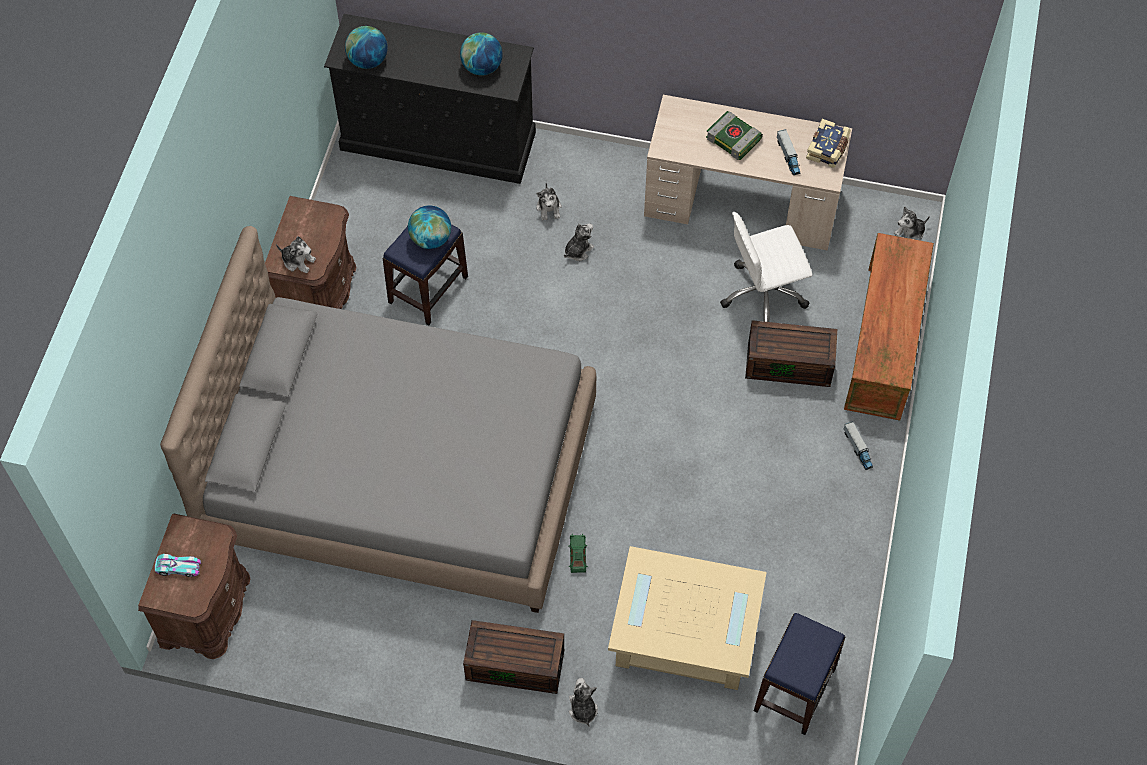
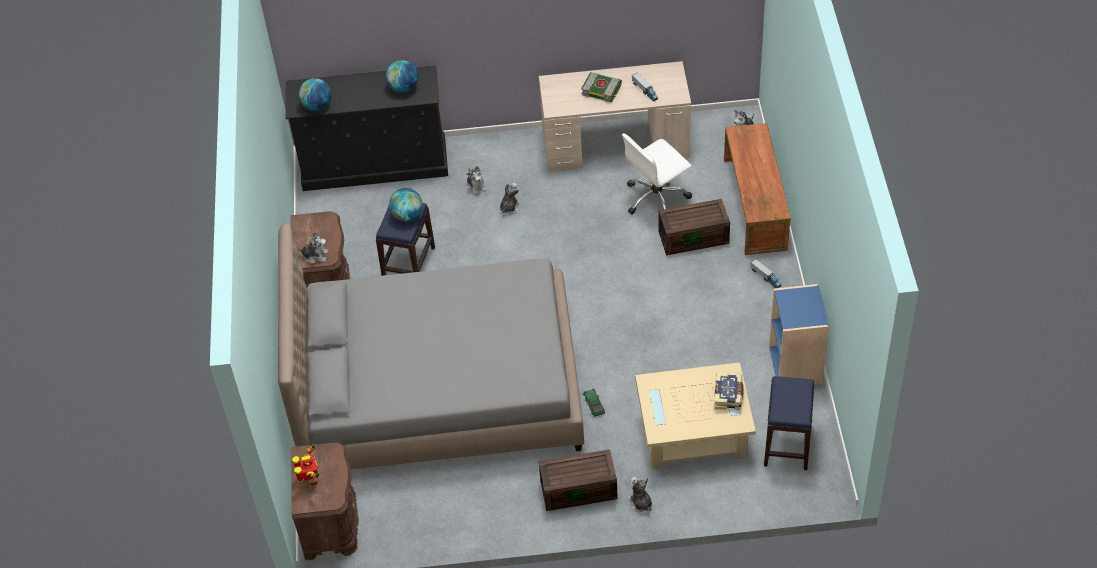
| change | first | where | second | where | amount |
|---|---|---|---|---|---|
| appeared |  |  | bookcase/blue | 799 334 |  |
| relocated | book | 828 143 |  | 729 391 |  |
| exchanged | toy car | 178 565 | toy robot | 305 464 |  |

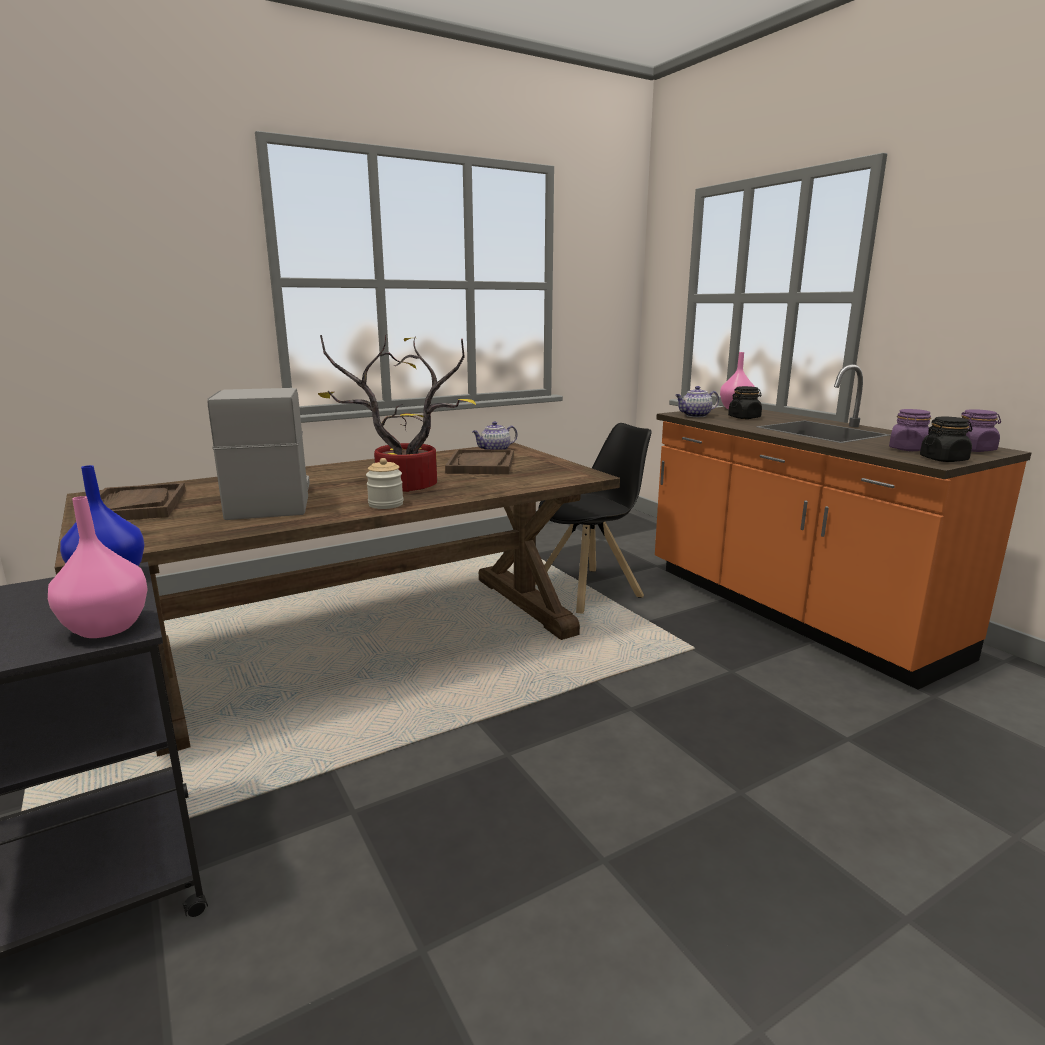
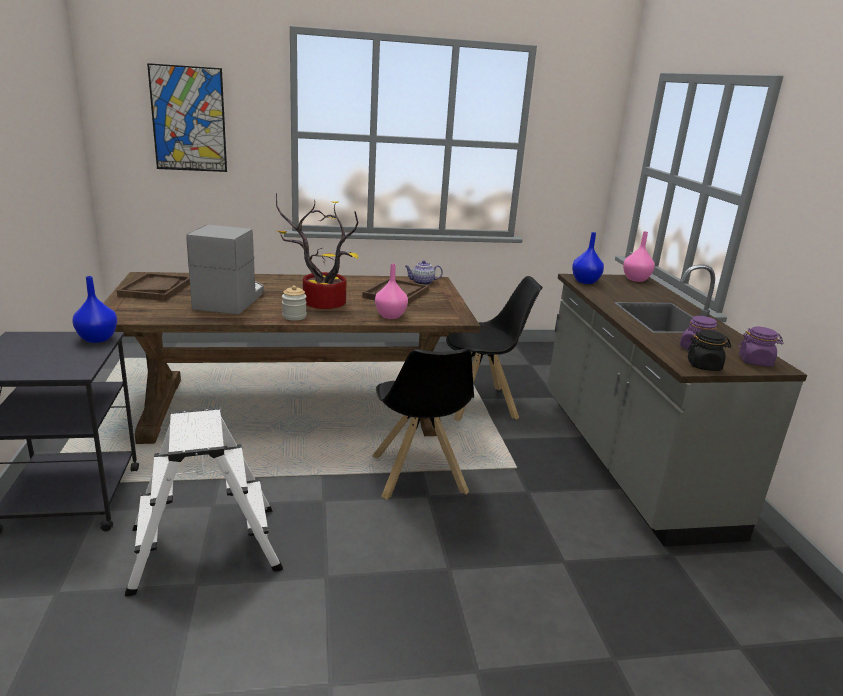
| change | first | where | second | where | amount |
|---|---|---|---|---|---|
| missing | jar/black | 745 402 |  |  |  |
| appeared |  |  | step ladder/white | 204 502 |  |
| appeared |  |  | picture | 187 117 |  |
| appeared |  |  | chair/black | 423 424 |  |
| relocated | vase/pink | 98 567 |  | 391 291 |  |
| exchanged | teapot | 697 401 | vase/blue | 588 258 |  |
| colour | counter/orange | 843 527 | counter/grey | 677 405 |  |

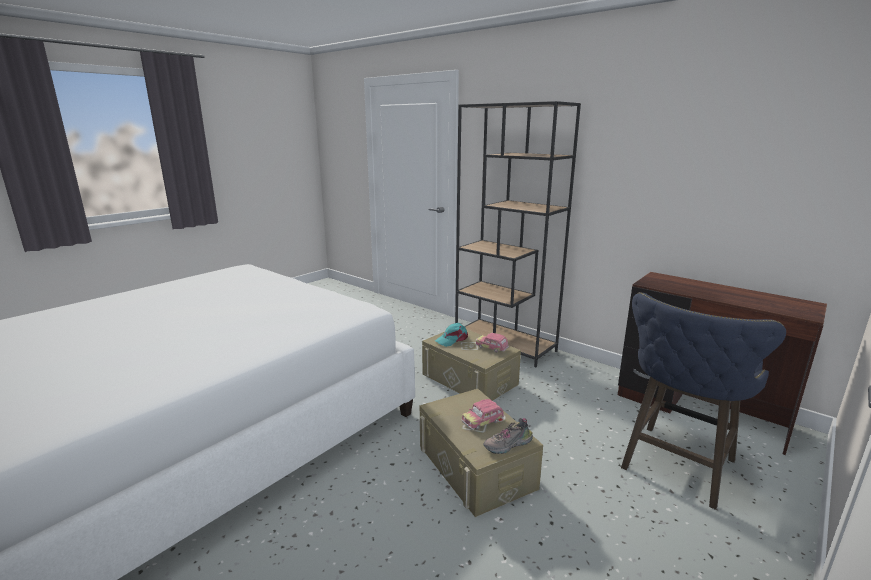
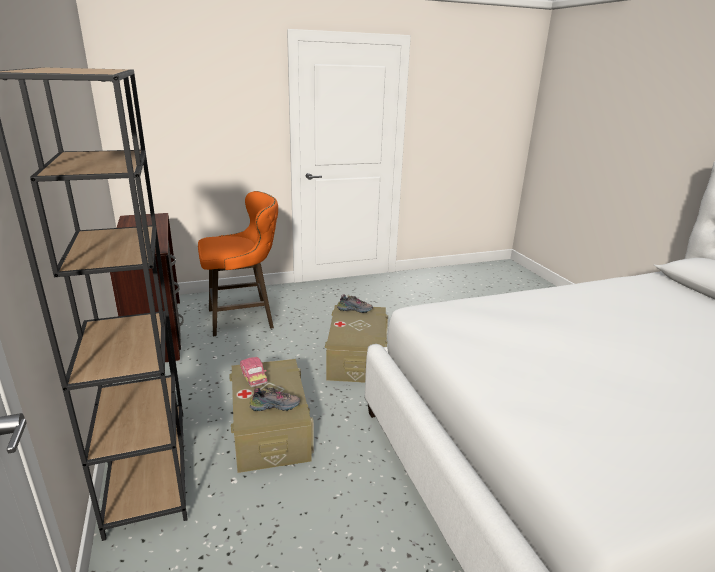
| change | first | where | second | where | amount |
|---|---|---|---|---|---|
| missing | toy car | 482 414 |  |  |  |
| exchanged | cap/turquoise | 451 335 | shoe | 274 399 |  |
| colour | stool/blue | 703 401 | stool/orange | 238 263 |  |

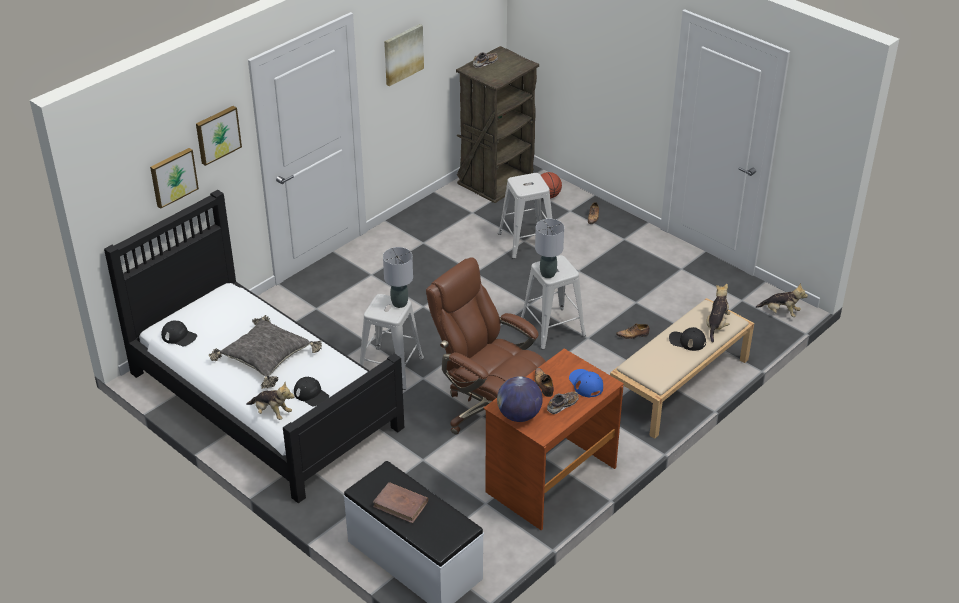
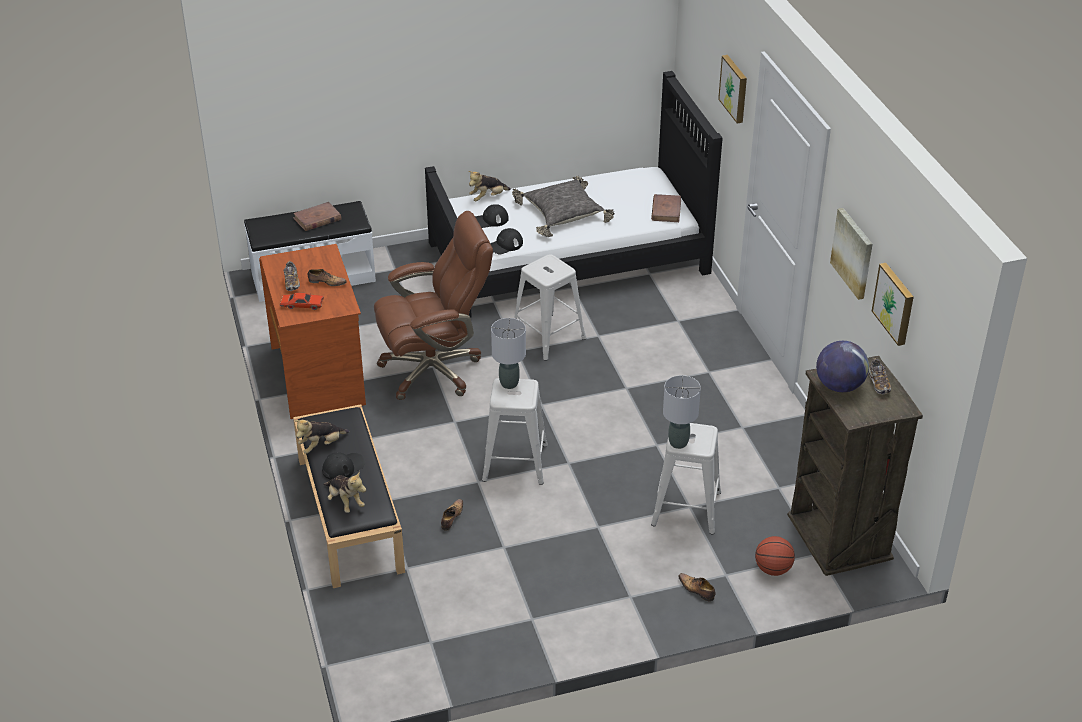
| change | first | where | second | where | amount |
|---|---|---|---|---|---|
| appeared |  |  | book/brown | 666 208 |  |
| relocated | picture | 174 178 |  | 893 304 |  |
| relocated | cap/black | 179 333 |  | 506 241 |  |
| relocated | table lamp/grey | 398 277 |  | 682 412 |  |
| relocated | globe | 520 399 |  | 842 366 |  |
| relocated | plush toy | 781 300 |  | 321 437 |  |
| exchanged | cap/blue | 586 383 | toy car/red | 302 301 |  |
| colour | bench/beige | 682 368 | bench/black | 349 496 |  |

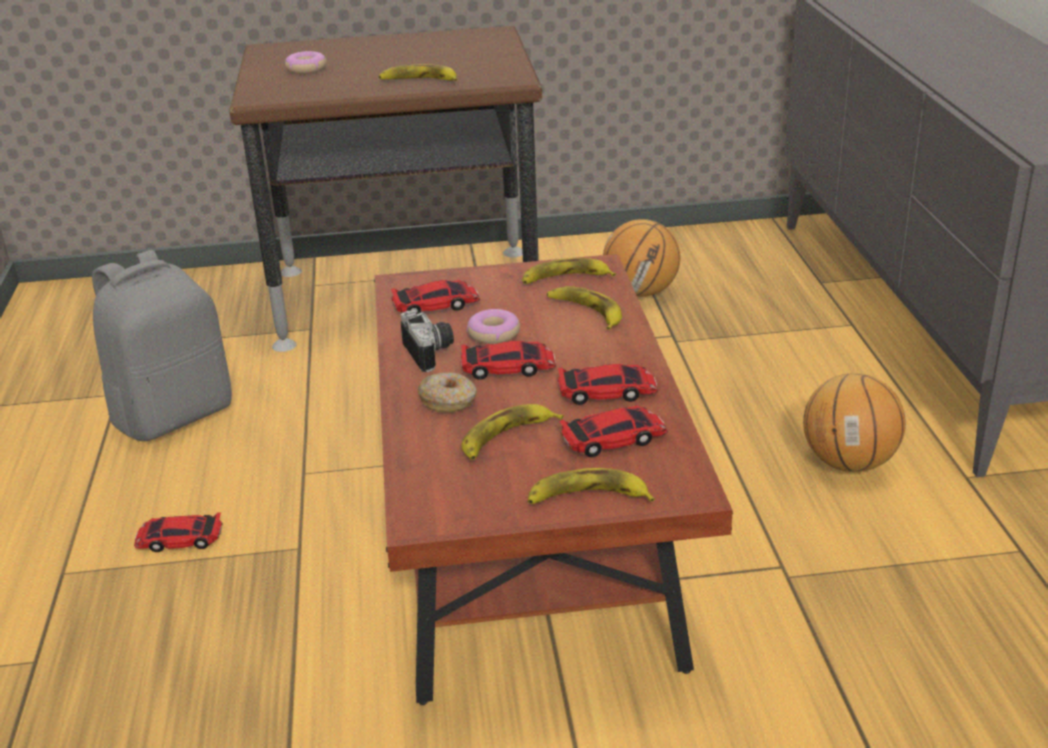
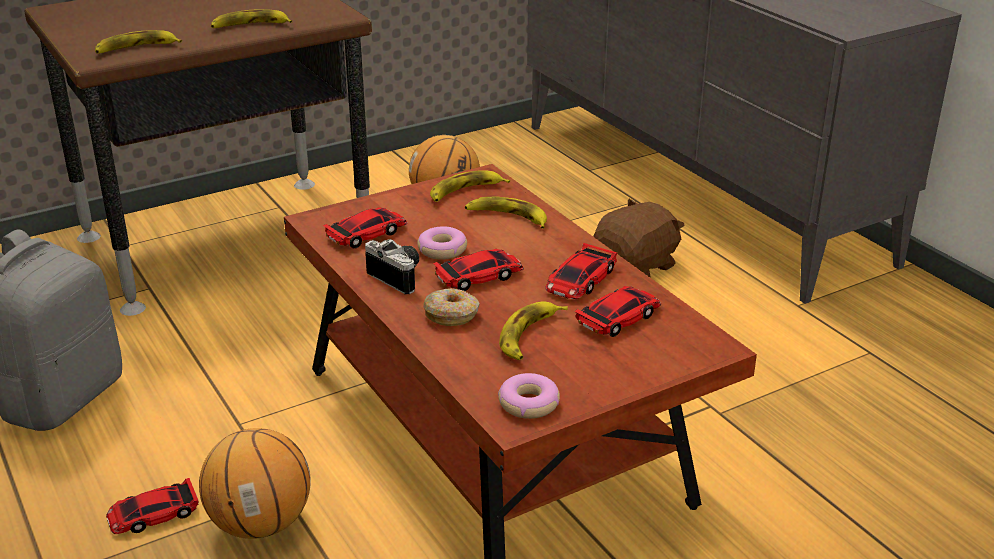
| change | first | where | second | where | amount |
|---|---|---|---|---|---|
| appeared |  |  | plush toy/brown | 639 238 |  |
| relocated | donut | 306 62 |  | 529 396 |  |
| relocated | banana | 591 486 |  | 138 42 |  |
| relocated | basketball | 854 422 |  | 255 483 |  |
| spun | toy car | 608 384 |  | 581 271 | 150 degrees clockwise |

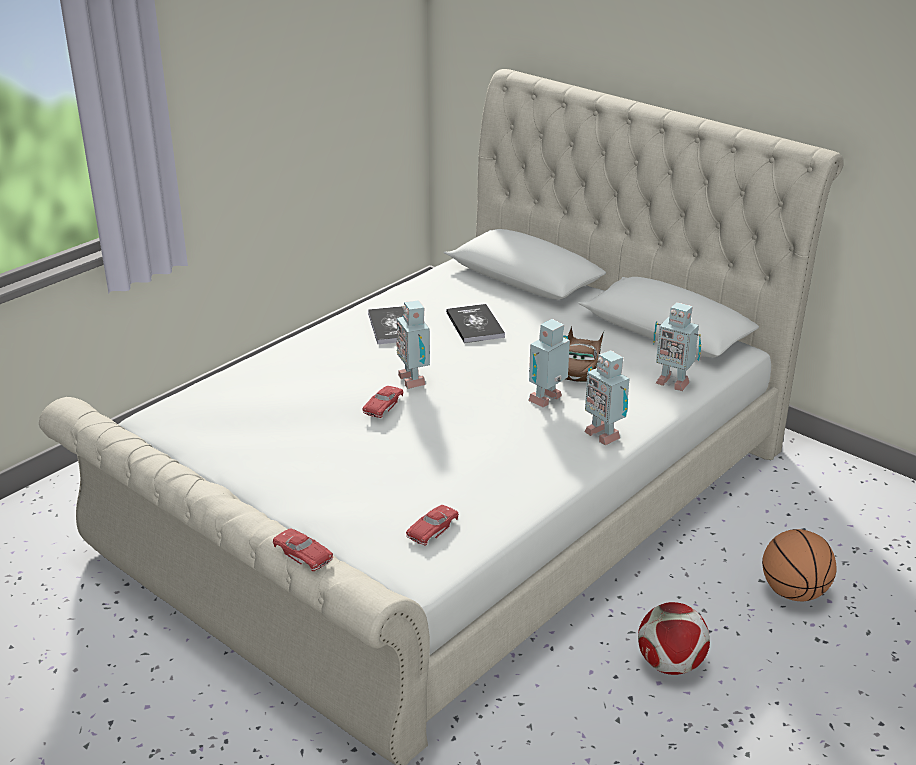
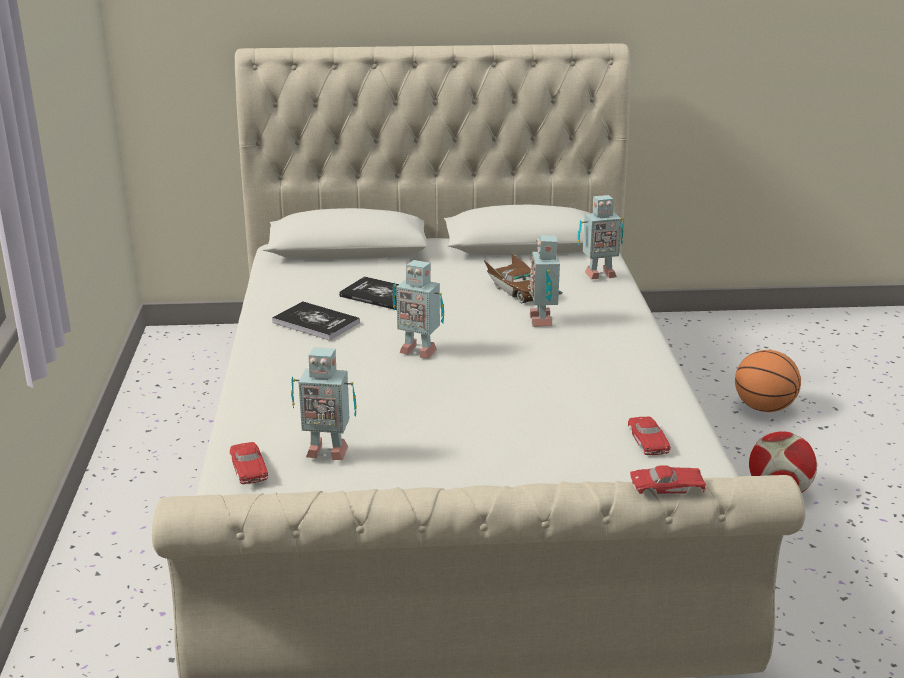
| change | first | where | second | where | amount |
|---|---|---|---|---|---|
| relocated | toy car/red | 383 402 |  | 249 463 |  |
| relocated | toy robot | 607 397 |  | 324 403 |  |

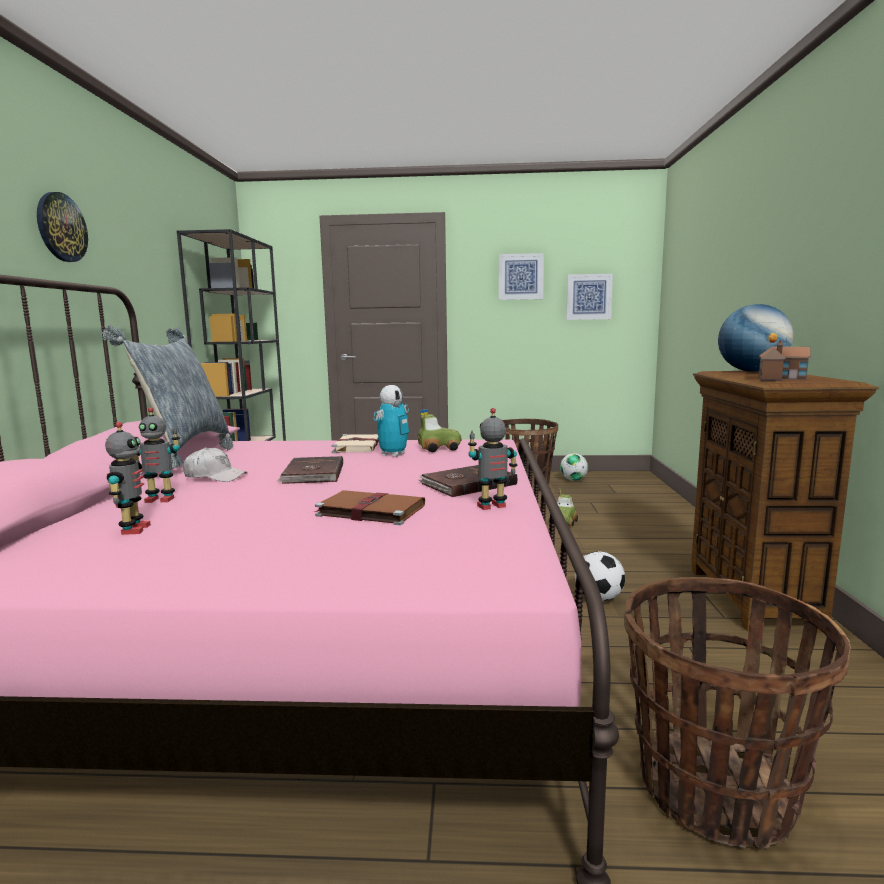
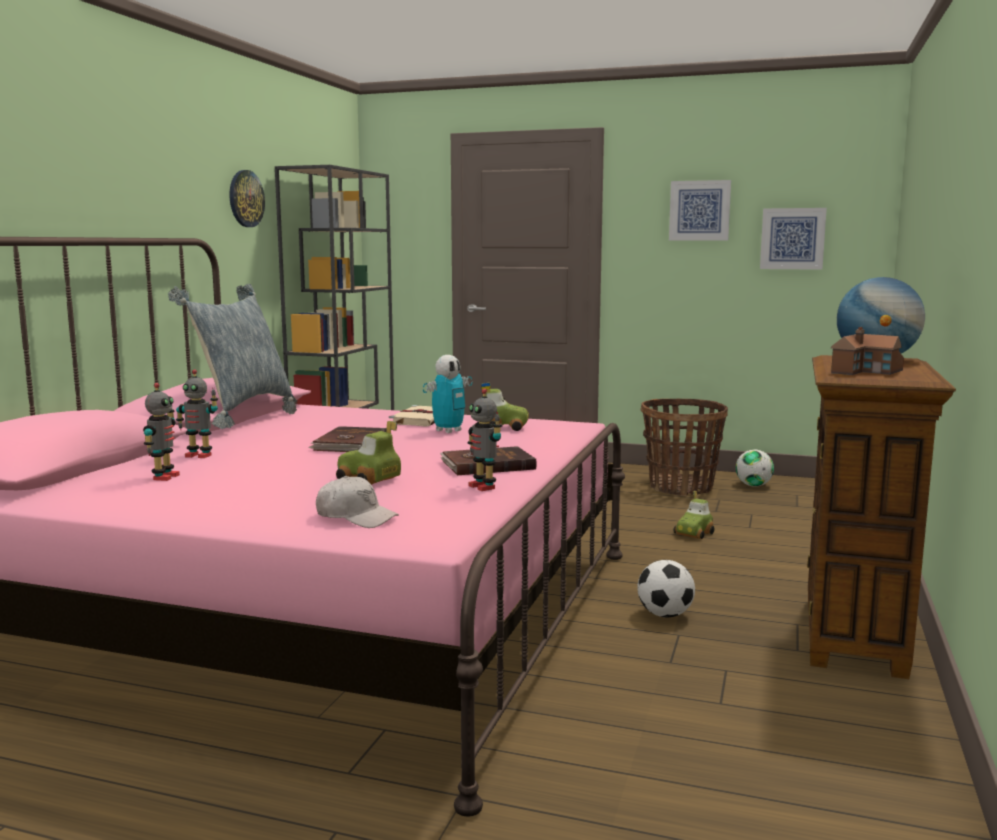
| change | first | where | second | where | amount |
|---|---|---|---|---|---|
| missing | basket | 737 713 |  |  |  |
| relocated | wall clock | 62 227 |  | 247 198 |  |
| relocated | cap/white | 215 464 |  | 357 502 |  |
| exchanged | book/brown | 369 507 | toy car | 368 453 |  |
| spun | toy robot | 492 459 |  | 485 439 | 120 degrees counterclockwise |

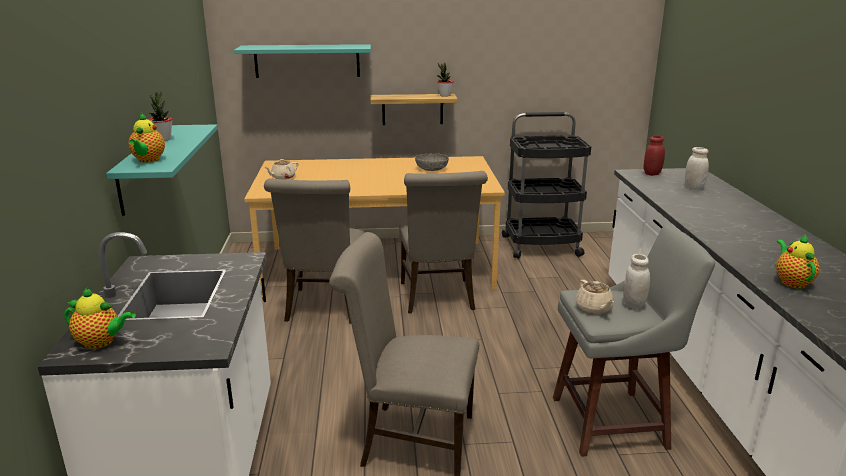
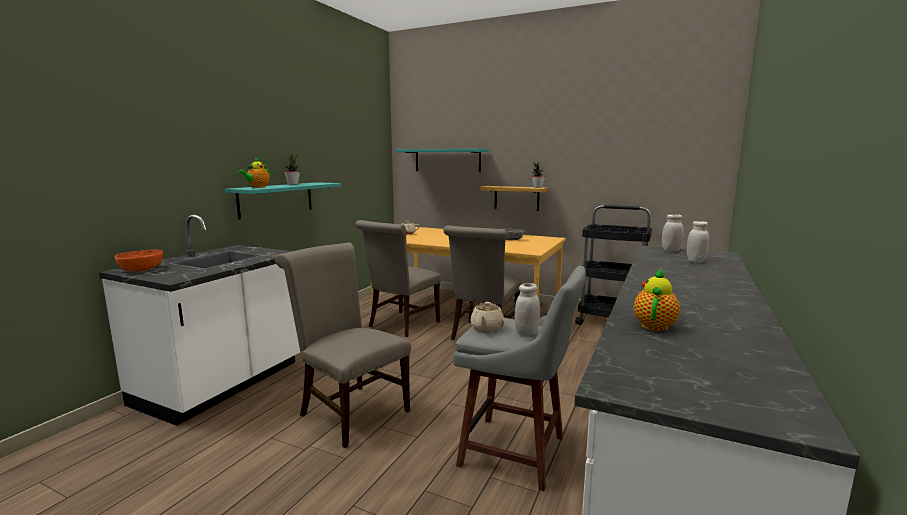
| change | first | where | second | where | amount |
|---|---|---|---|---|---|
| exchanged | teapot | 100 318 | bowl/orange | 139 261 |  |
| colour | jar/red | 654 156 | jar/white | 673 232 |  |

